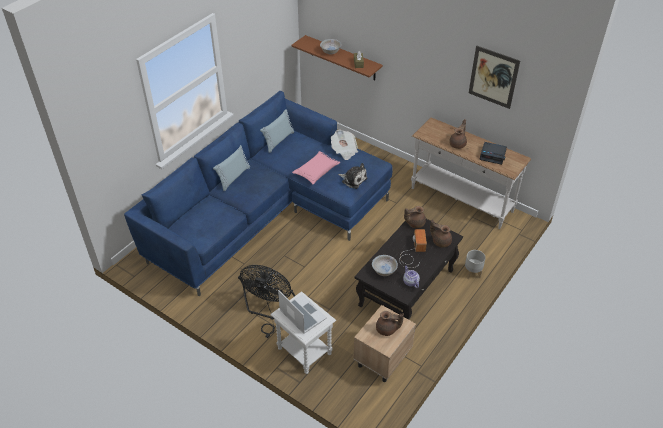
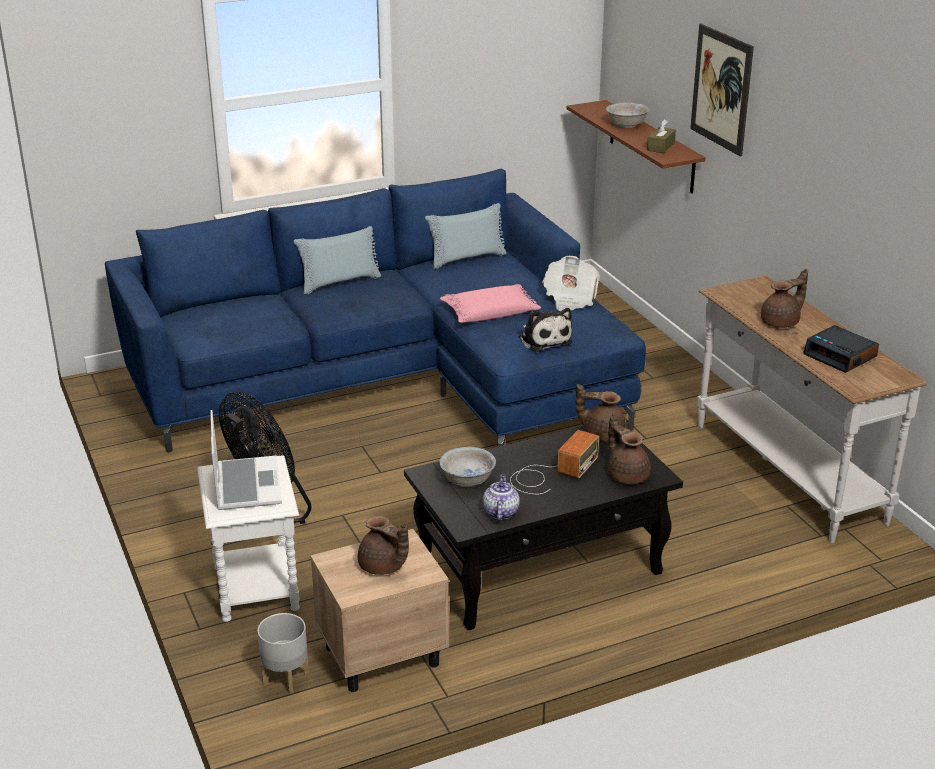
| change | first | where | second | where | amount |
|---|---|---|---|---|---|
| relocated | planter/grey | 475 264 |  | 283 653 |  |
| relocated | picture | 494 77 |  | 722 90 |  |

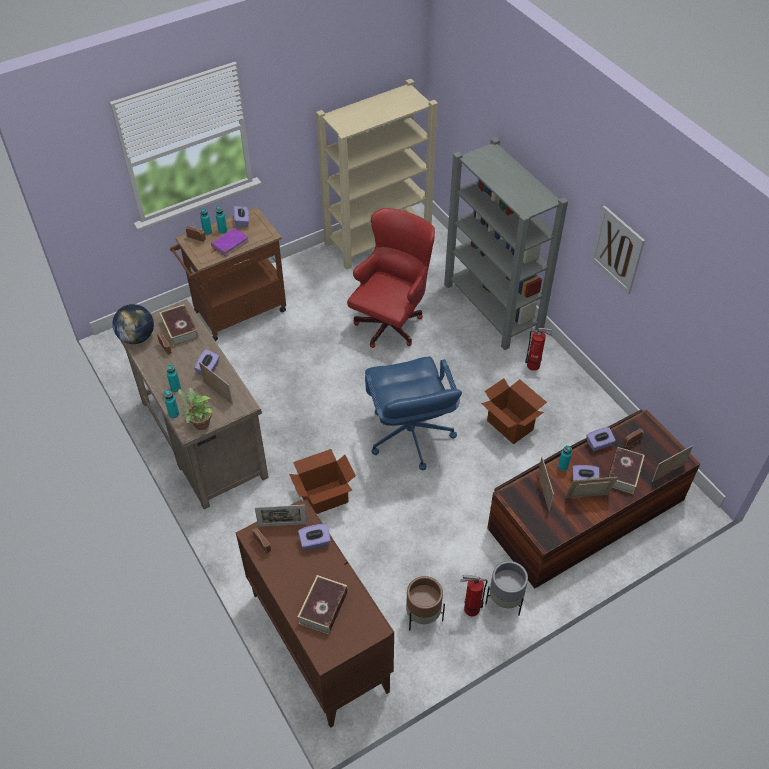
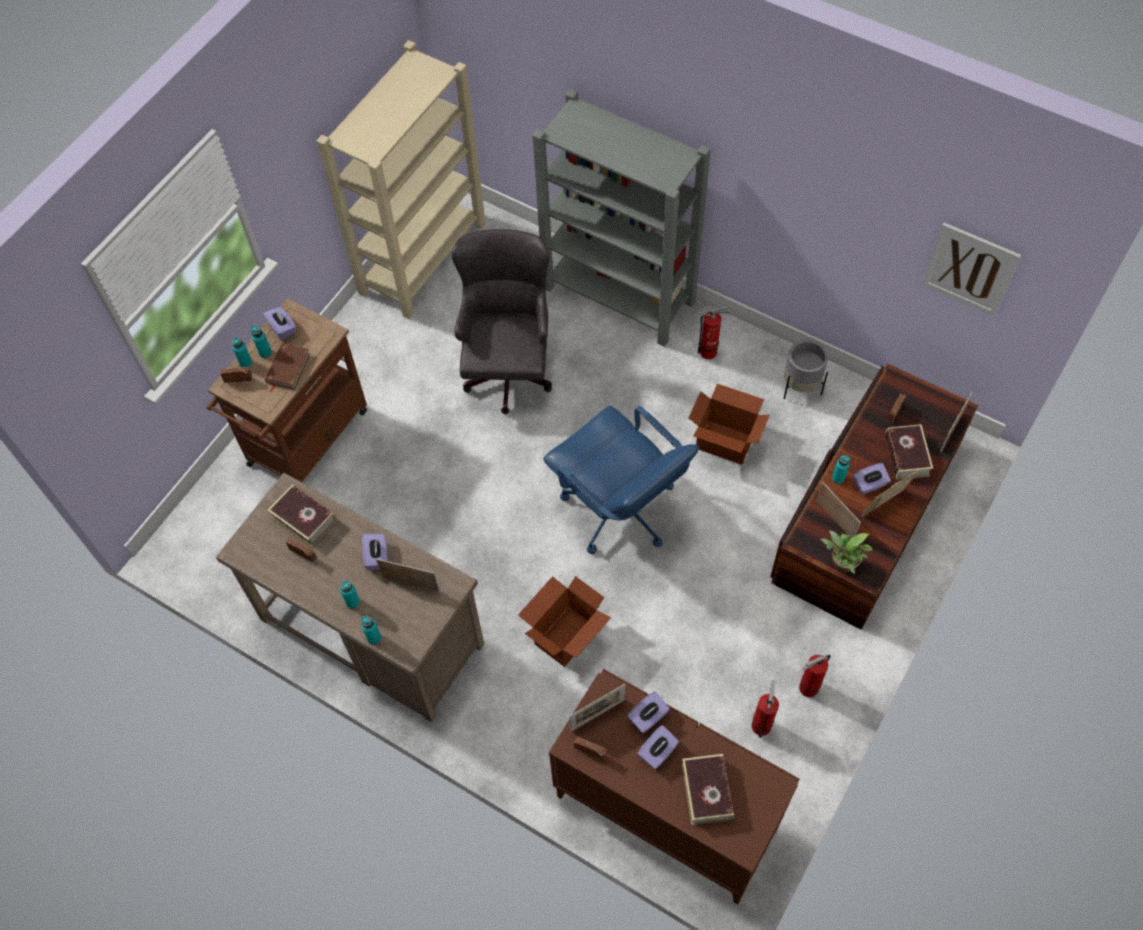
| change | first | where | second | where | amount |
|---|---|---|---|---|---|
| missing | globe | 133 324 |  |  |  |
| relocated | potted plant | 195 408 |  | 846 552 |  |
| relocated | planter/grey | 506 588 |  | 805 369 |  |
| relocated | tissue box/purple | 601 439 |  | 658 747 |  |
| relocated | picture | 618 250 |  | 971 269 |  |
| exchanged | planter/brown | 425 603 | fire extinguisher | 765 709 |  |
| colour | book/purple | 230 242 | book/brown | 287 367 |  |
| colour | office chair/red | 391 278 | office chair/grey | 501 321 |  |

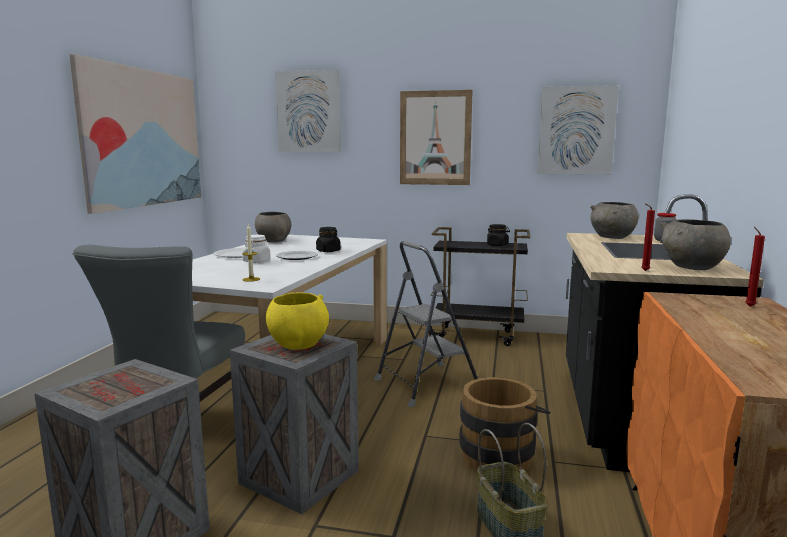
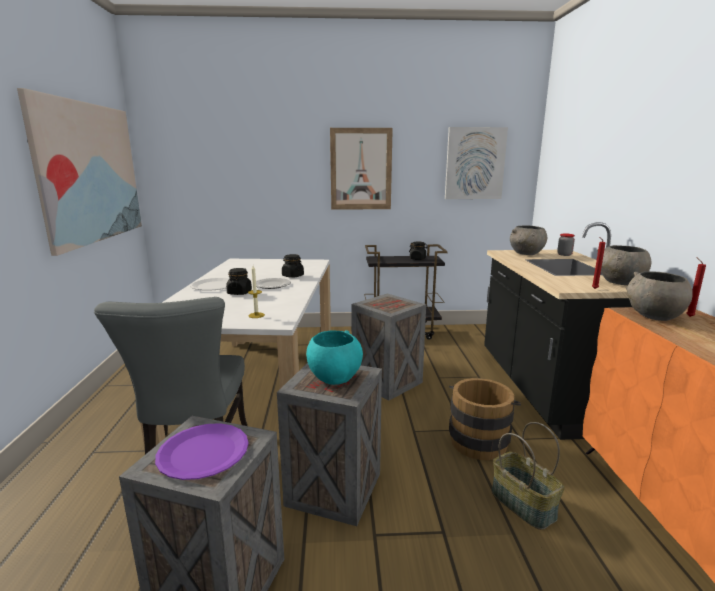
| change | first | where | second | where | amount |
|---|---|---|---|---|---|
| missing | picture | 308 111 |  |  |  |
| appeared |  |  | plate/purple | 202 451 |  |
| relocated | bowl/grey | 273 227 |  | 659 296 |  |
| exchanged | step ladder/grey | 426 324 | crate | 389 347 |  |
| colour | jar/white | 256 249 | jar/black | 239 281 |  |
| colour | bowl/yellow | 297 321 | bowl/turquoise | 334 357 |  |

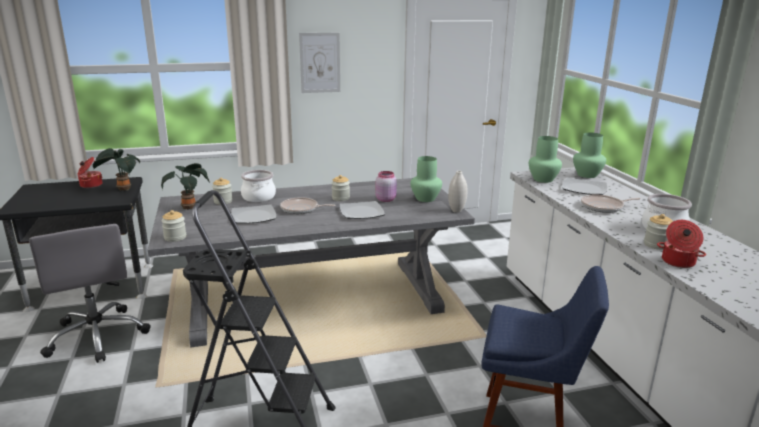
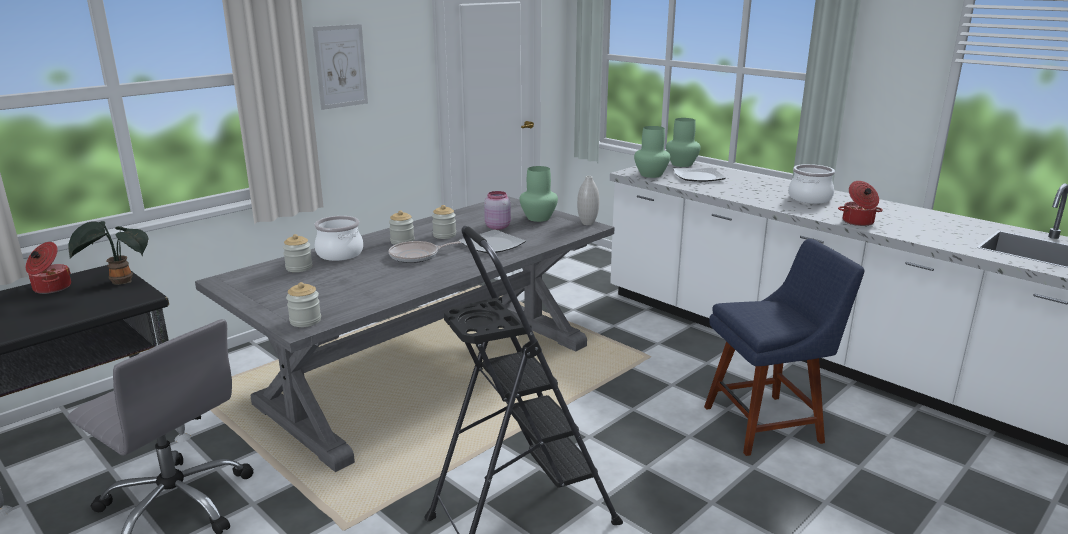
| change | first | where | second | where | amount |
|---|---|---|---|---|---|
| missing | potted plant | 185 186 |  |  |  |
| missing | plate | 253 214 |  |  |  |
| missing | frying pan | 611 203 |  |  |  |
| relocated | jar | 658 232 |  | 401 228 |  |

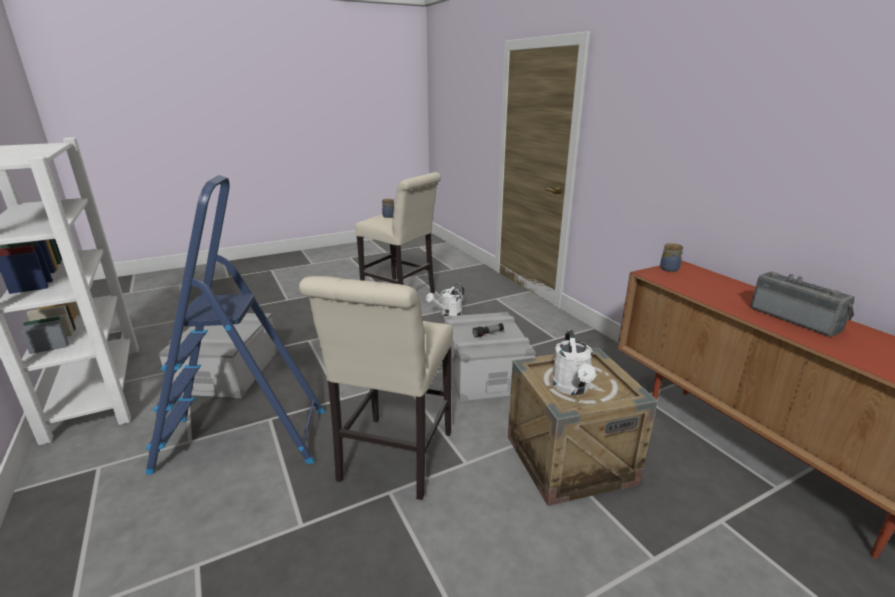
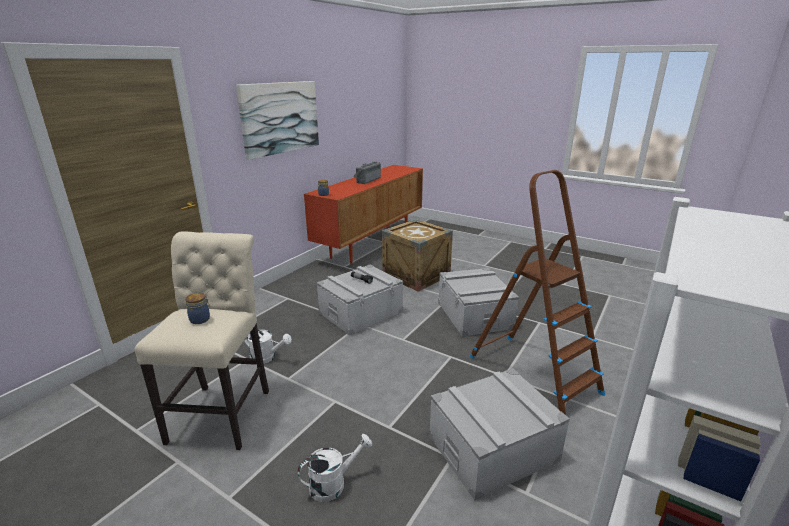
| change | first | where | second | where | amount |
|---|---|---|---|---|---|
| appeared |  |  | picture | 277 120 |  |
| relocated | watering can/white | 574 362 |  | 335 468 |  |
| exchanged | stool/beige | 376 388 | storage box/grey | 478 302 |  |
| colour | step ladder/blue | 235 325 | step ladder/brown | 537 292 |  |

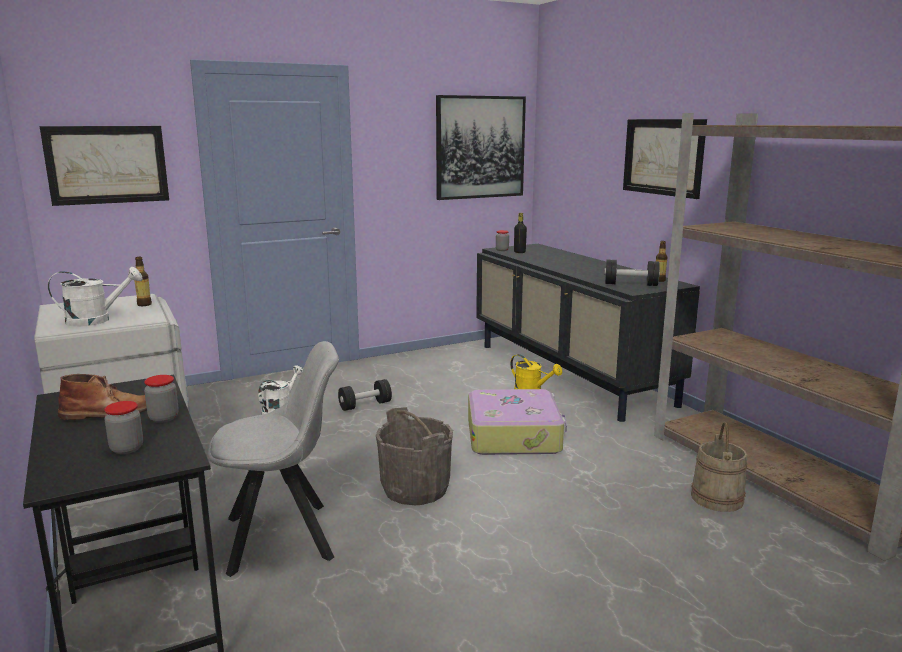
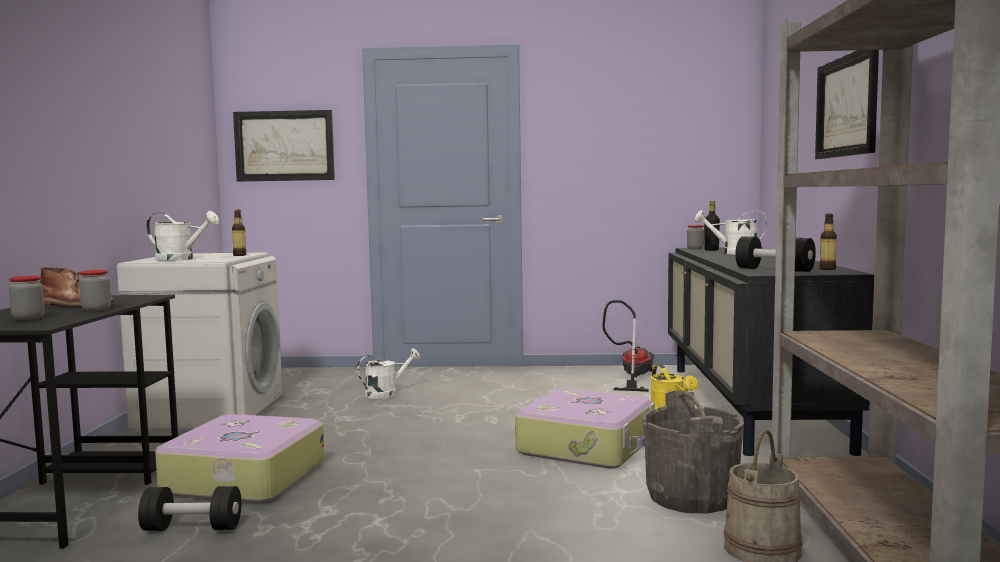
| change | first | where | second | where | amount |
|---|---|---|---|---|---|
| missing | picture | 481 147 |  |  |  |
| appeared |  |  | vacuum cleaner | 628 346 |  |
| appeared |  |  | watering can/white | 730 232 |  |
| relocated | dumbbell/black | 365 395 |  | 190 508 |  |
| relocated | bucket/grey | 414 456 |  | 693 452 |  |
| exchanged | chair/grey | 273 459 | suitcase | 239 458 |  |

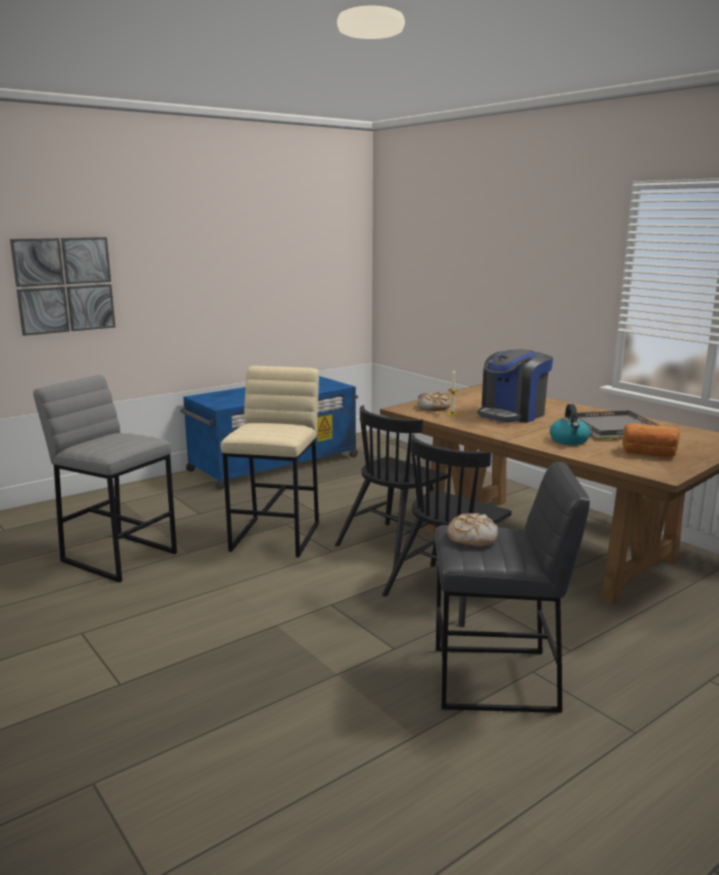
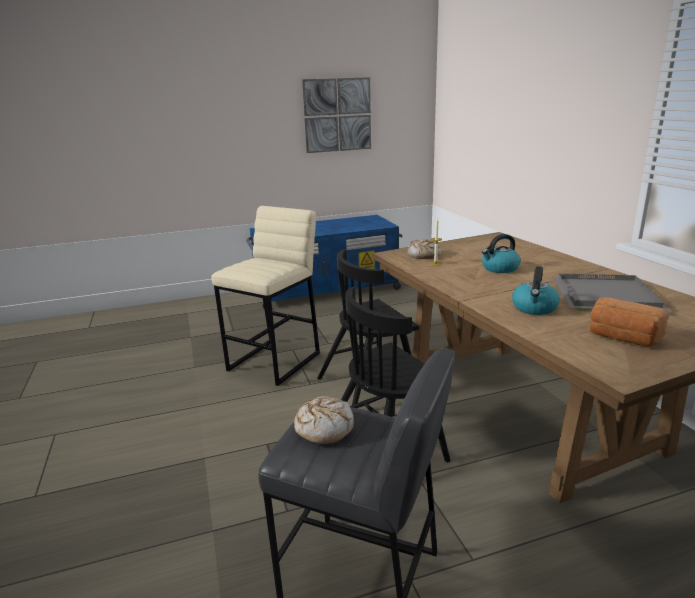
| change | first | where | second | where | amount |
|---|---|---|---|---|---|
| missing | stool/grey | 105 479 |  |  |  |
| relocated | picture | 62 286 |  | 336 115 |  |
| exchanged | coffee machine | 515 386 | kettle | 501 253 |  |

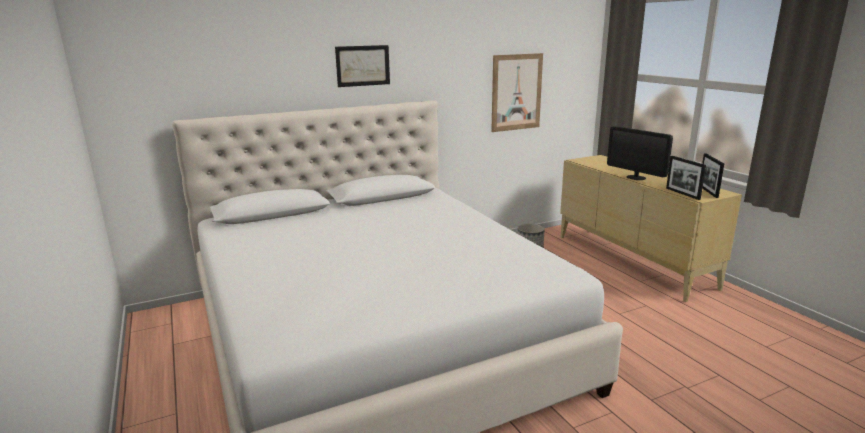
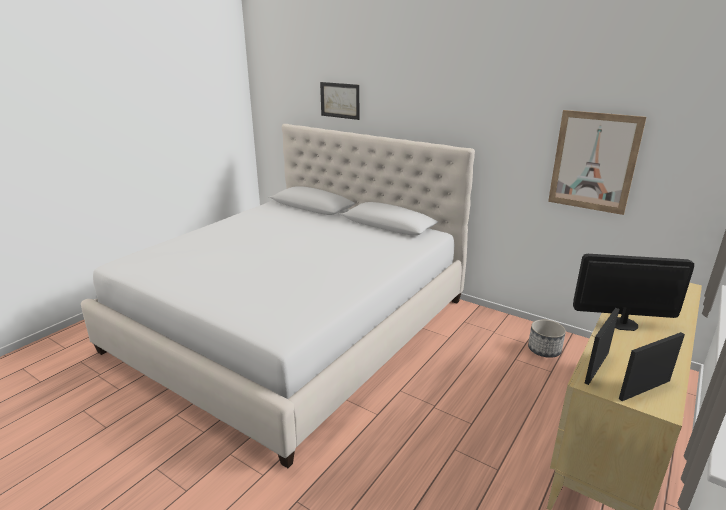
| change | first | where | second | where | amount |
|---|---|---|---|---|---|
| relocated | picture | 362 66 |  | 339 101 |  |
| spun | monitor | 640 153 |  | 633 292 | 75 degrees clockwise |

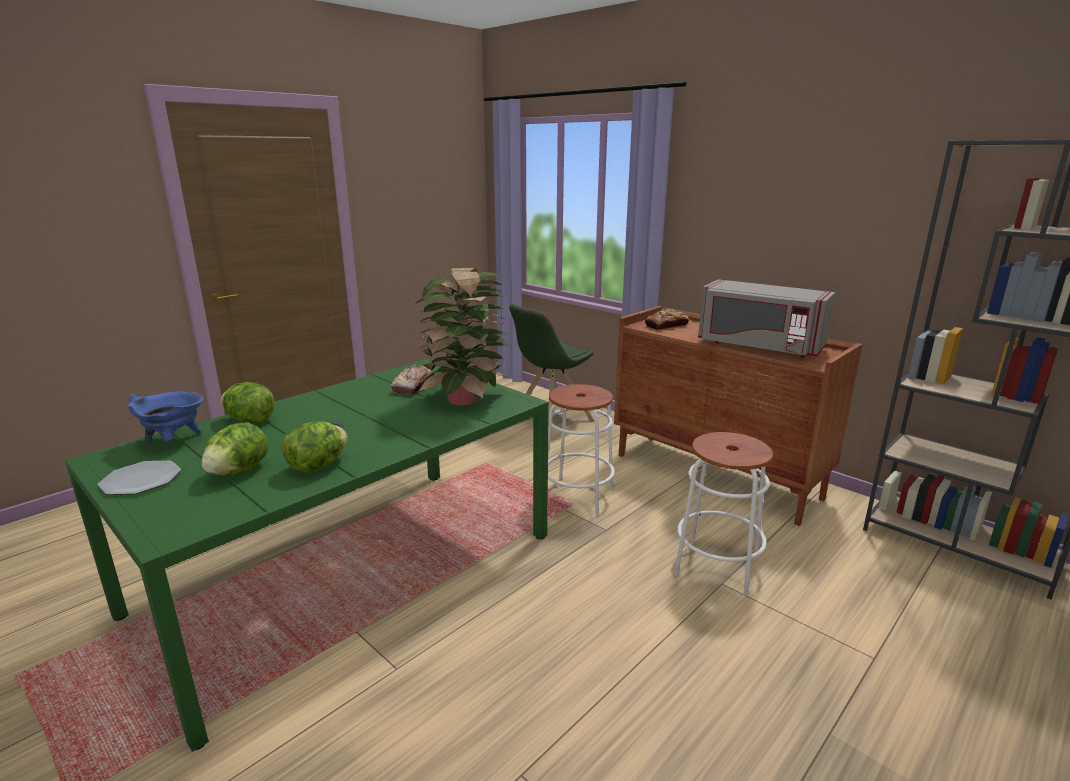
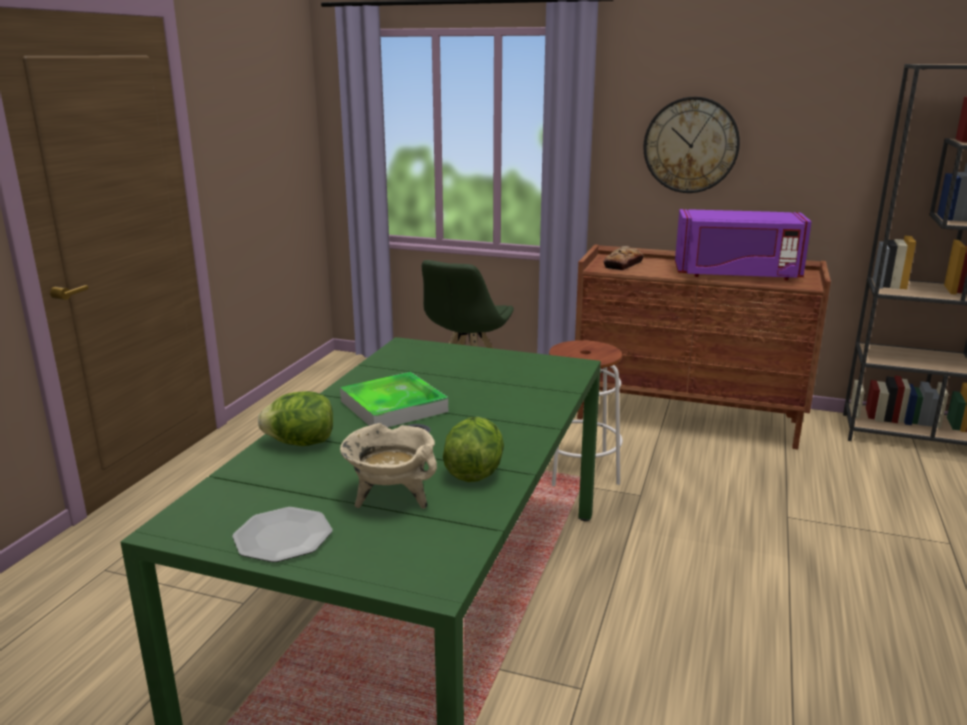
| change | first | where | second | where | amount |
|---|---|---|---|---|---|
| missing | cooking pot/blue | 165 416 |  |  |  |
| missing | bread | 412 380 |  |  |  |
| missing | potted plant | 461 337 |  |  |  |
| missing | stool/white | 723 514 |  |  |  |
| appeared |  |  | tray | 394 400 |  |
| appeared |  |  | wall clock | 691 145 |  |
| exchanged | lettuce | 235 448 | cooking pot/beige | 388 465 |  |
| colour | microwave/grey | 766 318 | microwave/purple | 743 244 |  |

